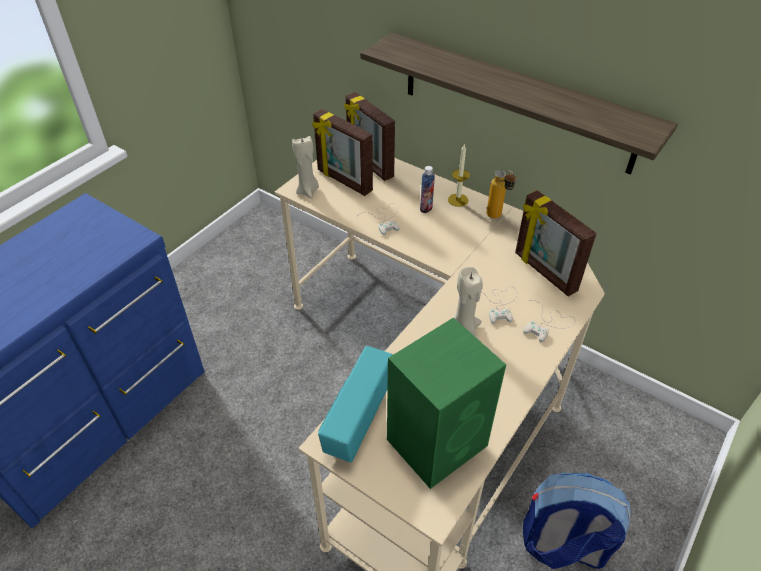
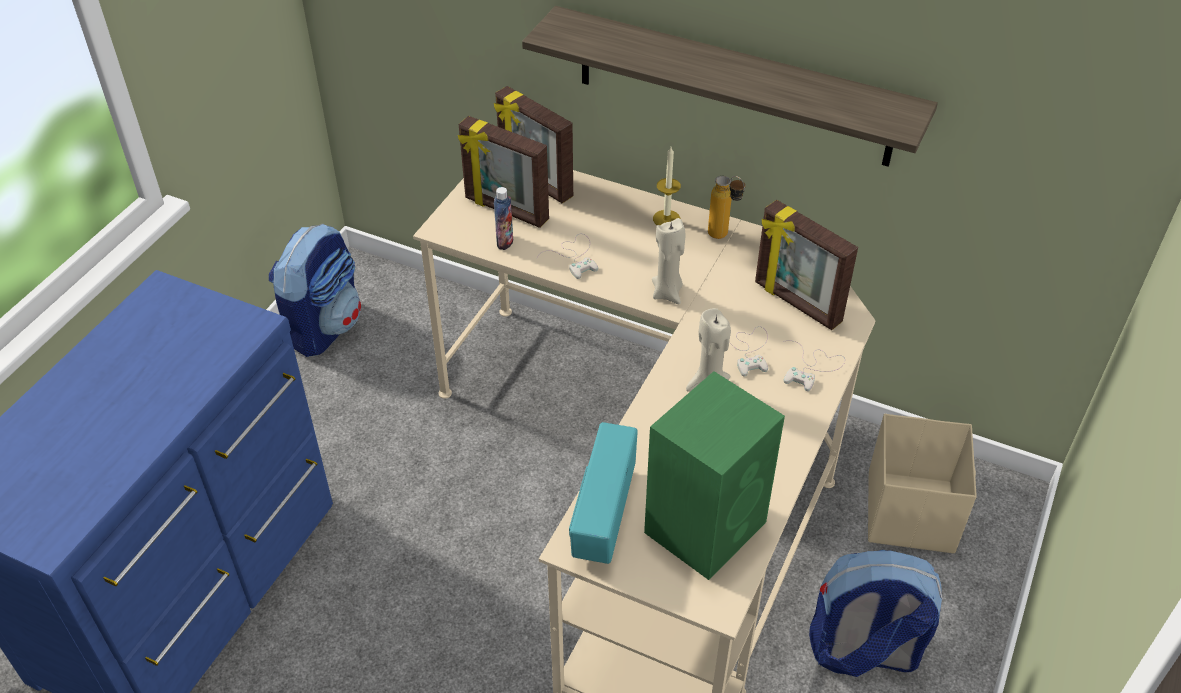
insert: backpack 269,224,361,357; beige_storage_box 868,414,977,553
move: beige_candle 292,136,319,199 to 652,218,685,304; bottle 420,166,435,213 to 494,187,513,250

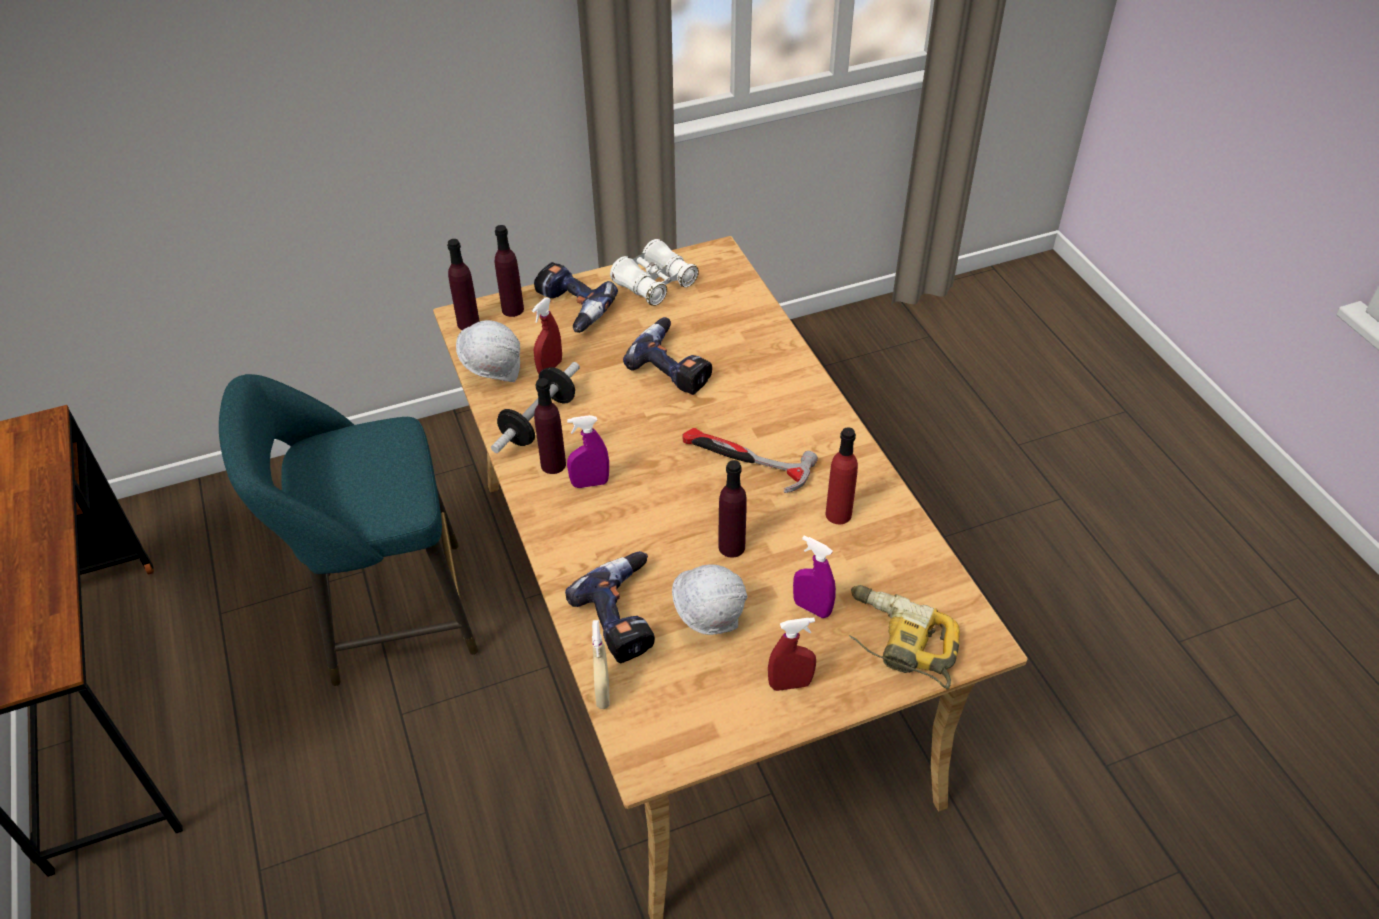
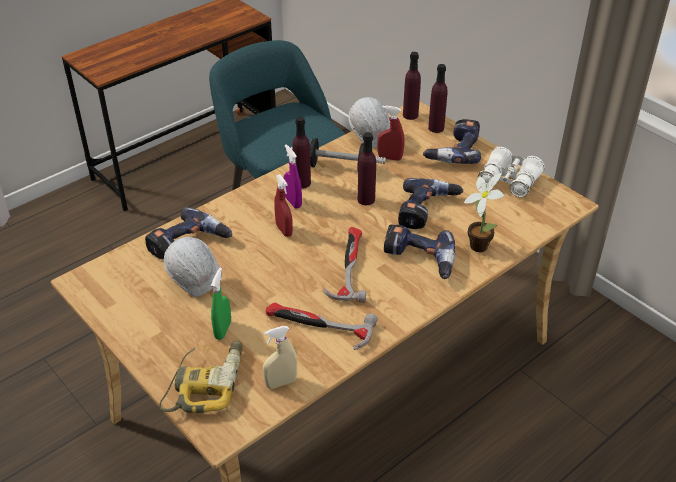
insert: power_drill 384,225,455,279; potted_plant 464,173,504,252
move: beige_spray_bottle 592,620,610,709 to 263,326,297,389; purple_bottle 719,460,747,558 to 358,132,376,205; red_spray_bottle 768,617,816,691 to 274,174,293,237
replace: red_bottle 825,427,858,524 to hammer 266,303,378,350
recolor: purple_spray_bottle 793,535,836,618 to green_spray_bottle 211,267,231,340

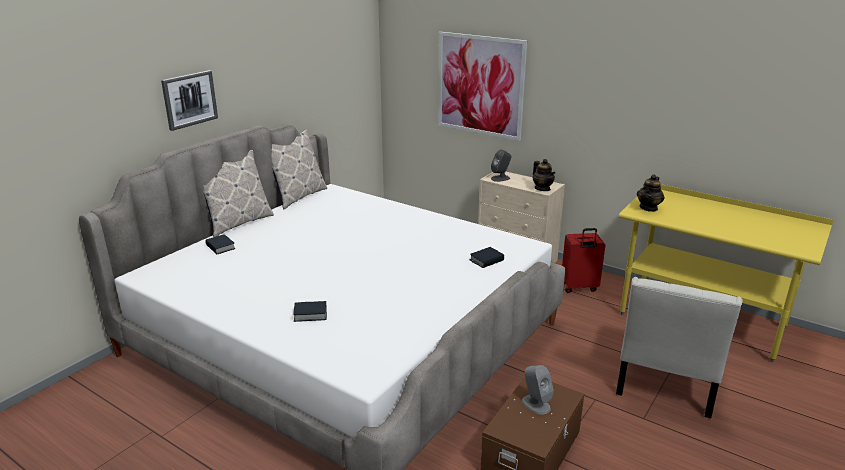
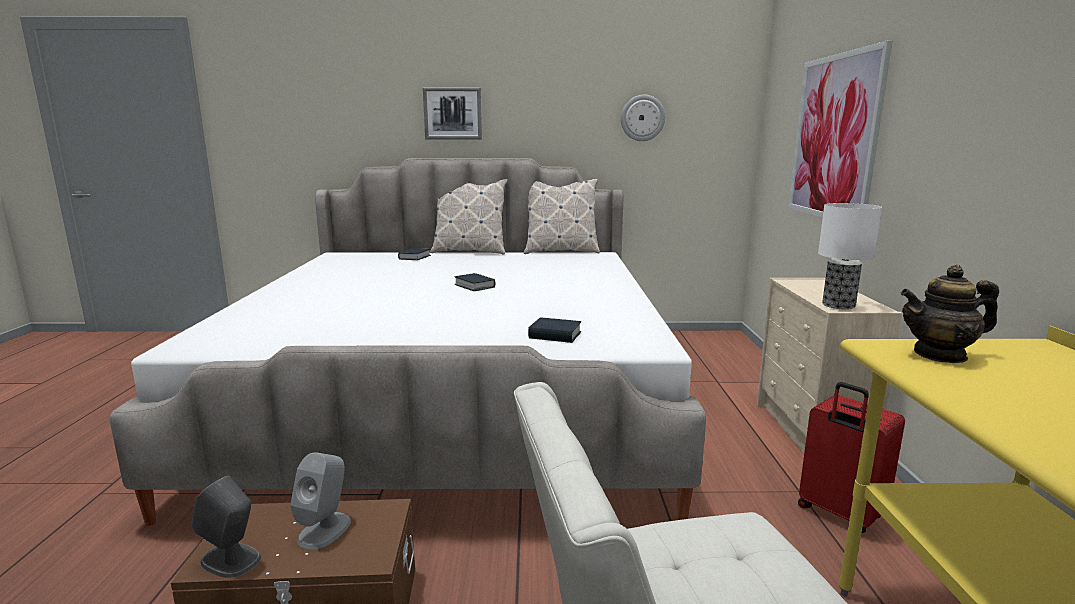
insert: wall_clock 621,95,665,141
move: book 293,301,327,322 to 454,273,495,291; grey_speaker 491,149,512,182 to 191,475,261,578
replace: teapot 533,159,555,191 to table_lamp 818,203,882,309

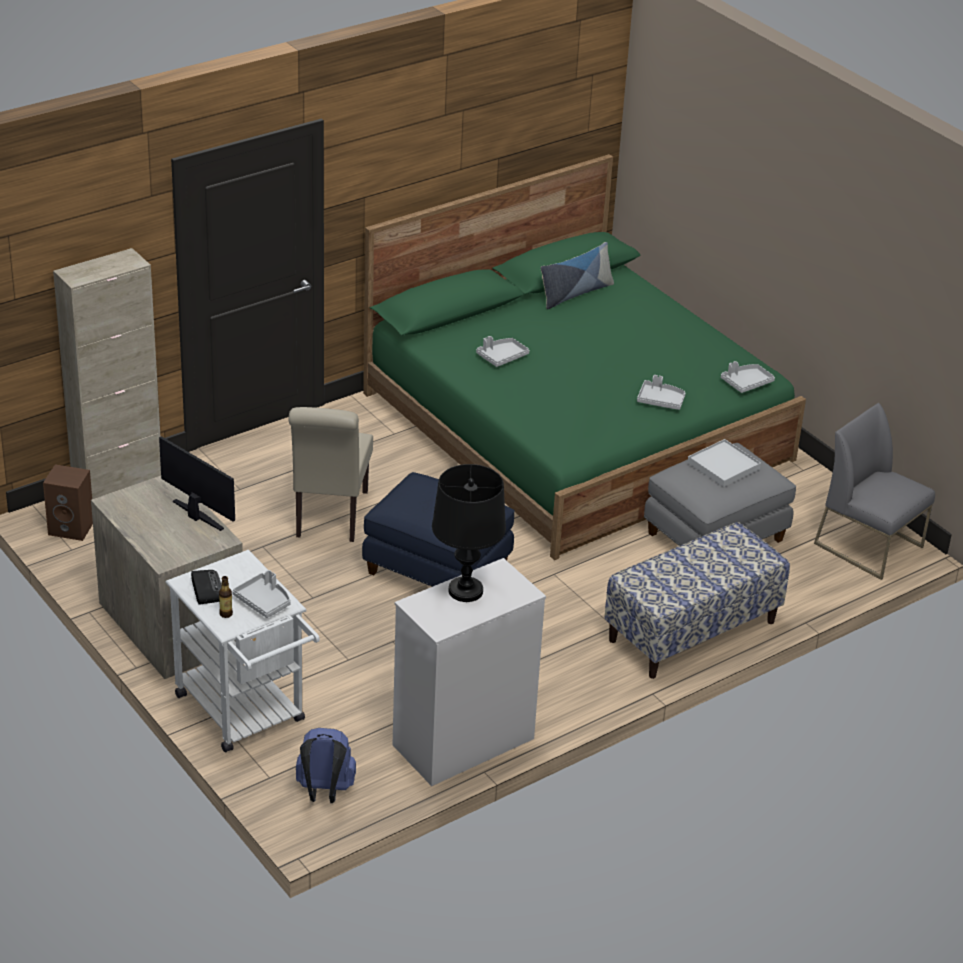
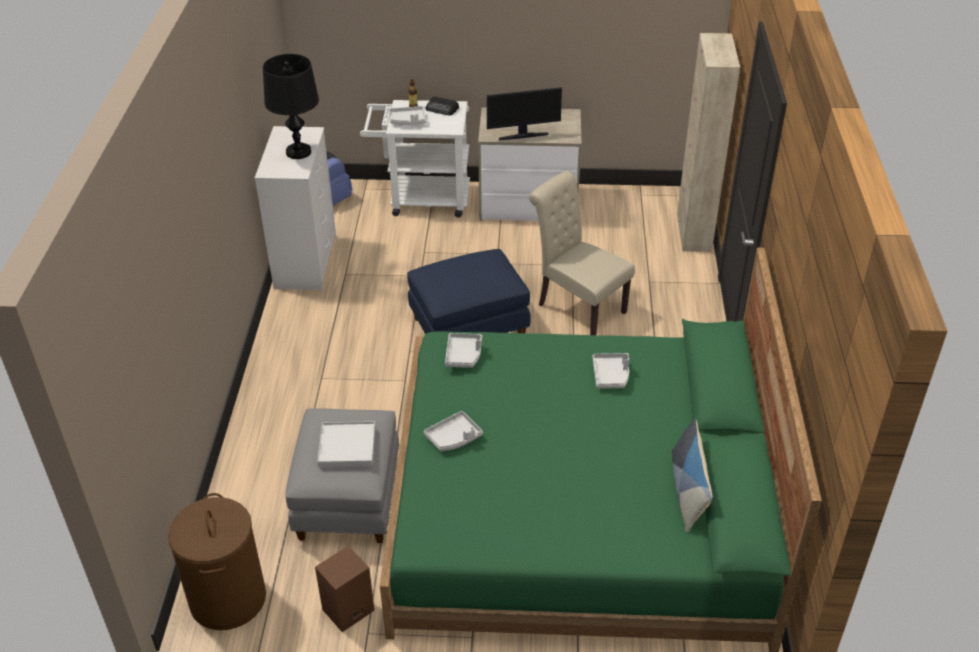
delete: bench 604,522,790,679
move: brown_speaker 43,464,93,541 to 315,546,375,632; grey_tray 721,361,775,393 to 445,333,482,368
replace: grey_chair 814,403,935,580 to brown_laundry_basket 168,493,266,630

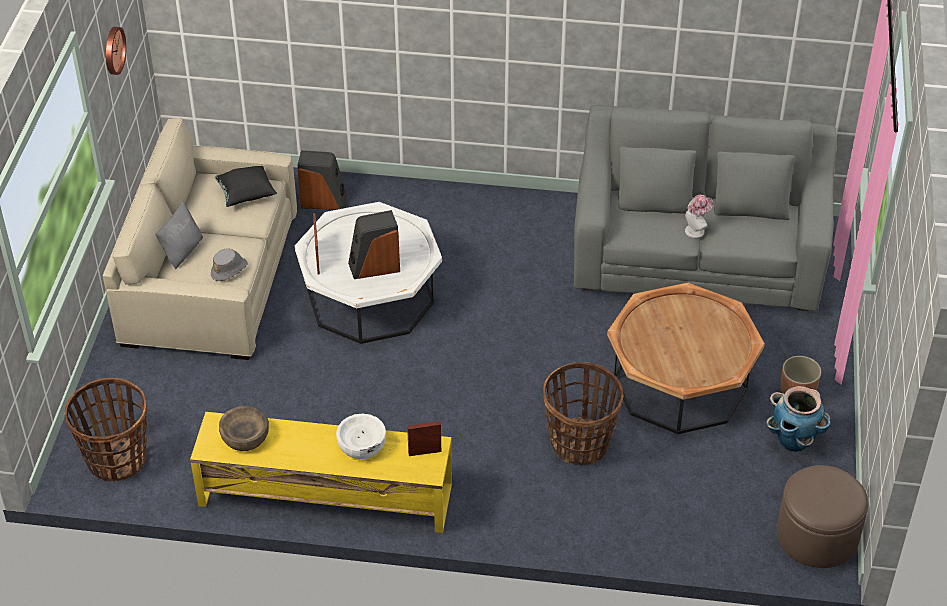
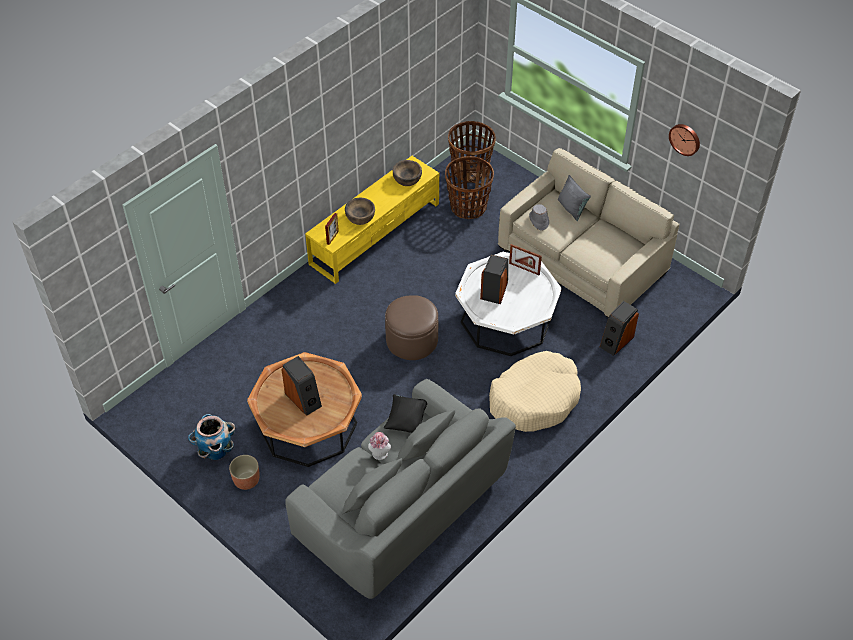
insert: speaker 281,356,322,416; beige_dog_bed 489,351,581,432
move: black_pillow 214,166,277,207 to 384,394,427,433; basket 543,362,623,465 to 445,156,494,219; brown_ottoman 777,465,868,568 to 385,295,438,360
recolor: white_bowl 336,413,386,460 to brown_bowl 345,197,375,225

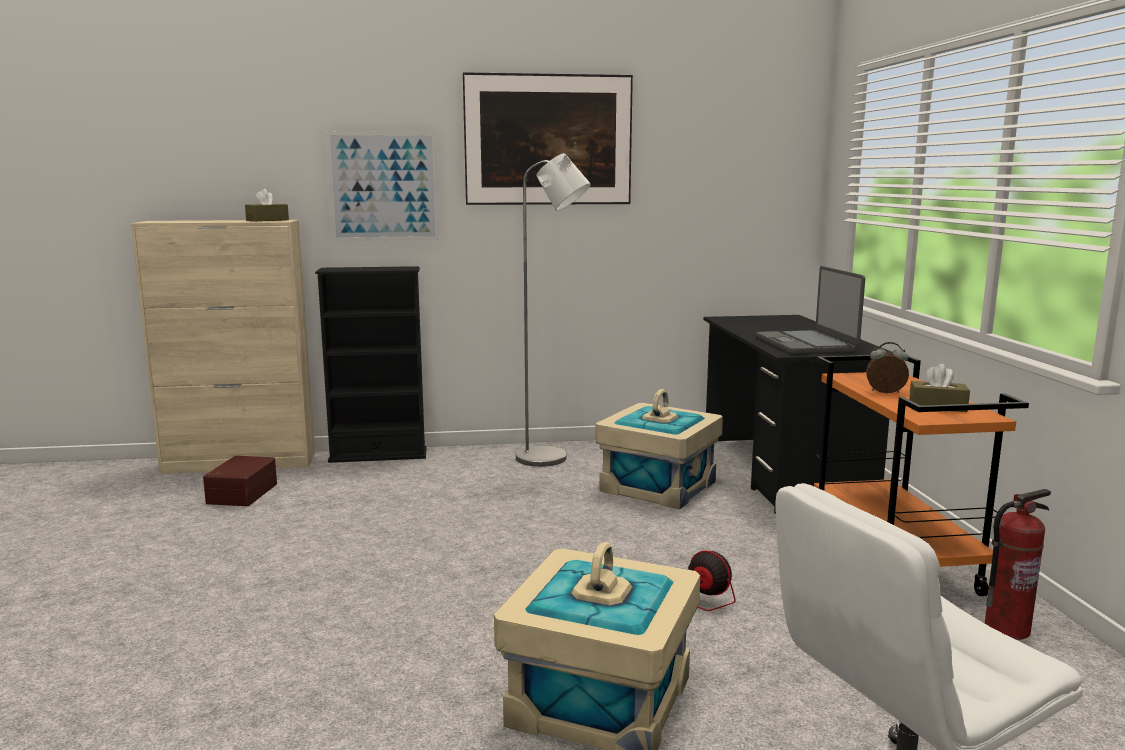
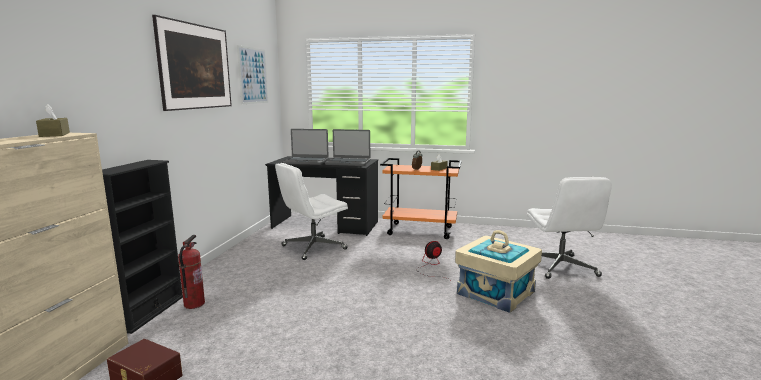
delete: grey_floor_lamp 516,153,591,467
insert: laptop 283,129,328,165
move: picture 326,132,439,241 to 237,45,268,104; fire_extinguisher 985,489,1051,640 to 178,235,205,309
replace: beige_storage_box 596,389,723,509 to white_office_chair 275,163,348,260

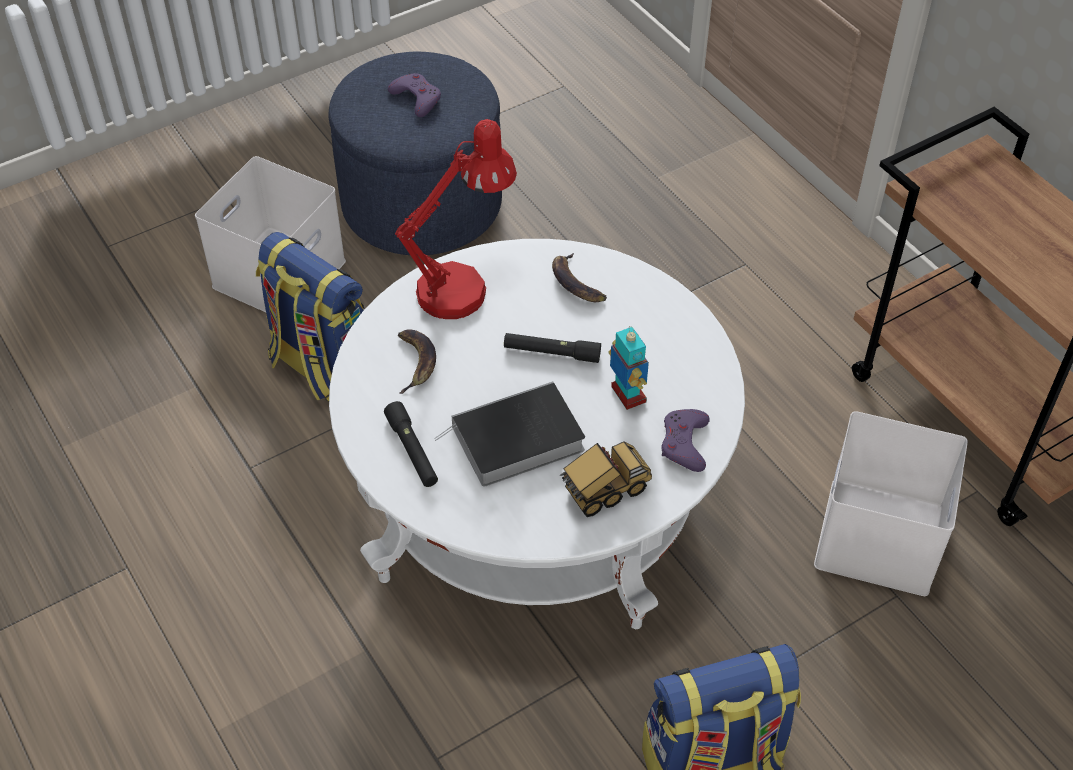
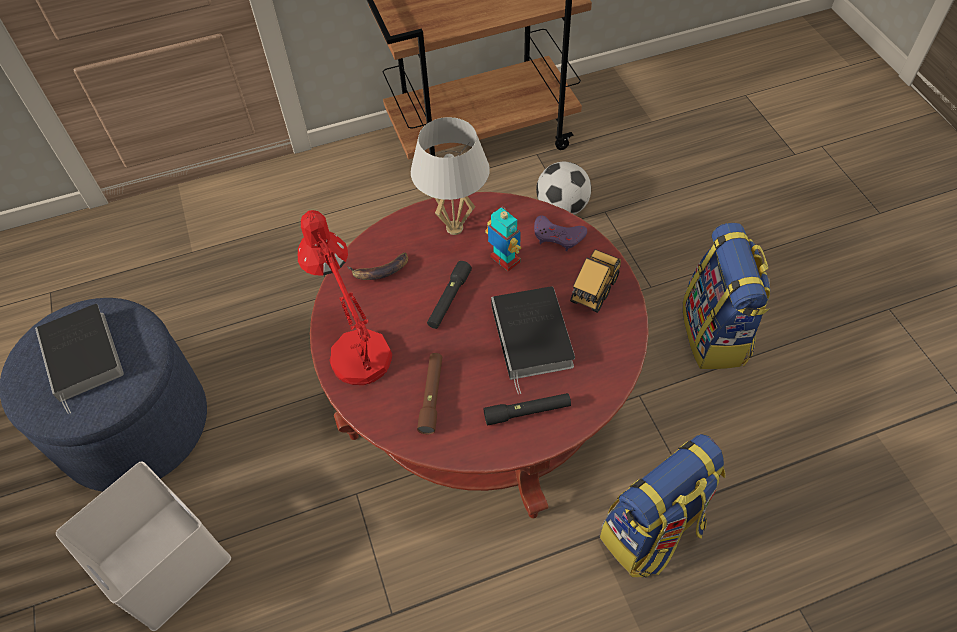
insert: white_table_lamp 411,117,490,235
move: backpack 256,232,364,402 to 600,434,725,577
replace: purple_game_controller 388,73,441,117 to book 35,304,124,414; banana 398,329,436,394 to brown_flashlight 417,353,442,434; white_storage_box 814,411,968,596 to football 536,162,591,215
recolor: white_coffee_table 329,239,745,629 to red_coffee_table 310,192,649,519
rotate: toy_truck 559,442,652,517 = 570,249,621,313 45 degrees clockwise; toy_robot 608,326,649,410 = 485,207,521,272 60 degrees clockwise

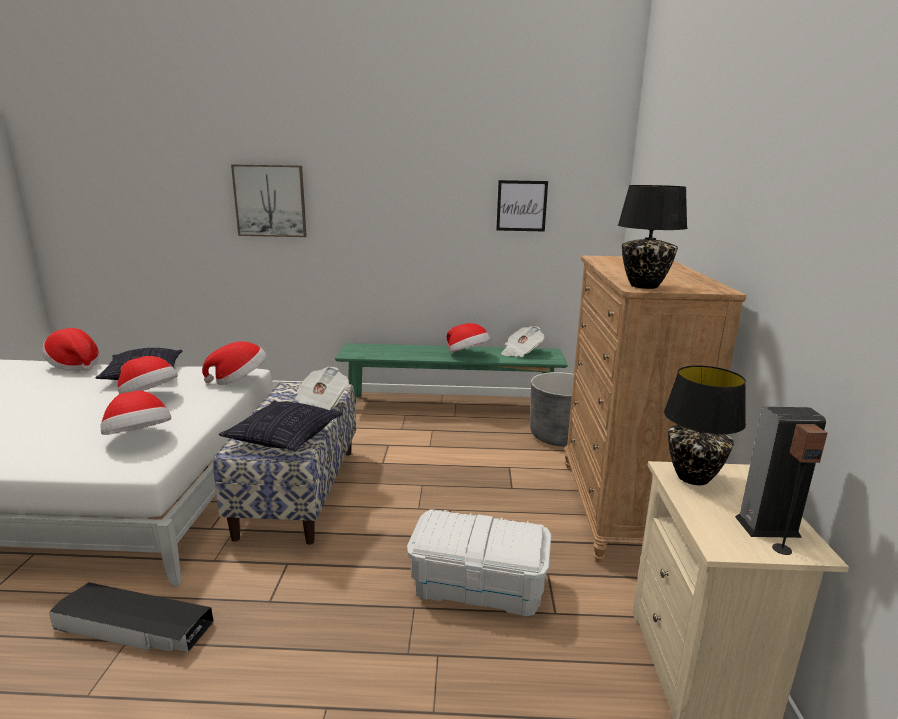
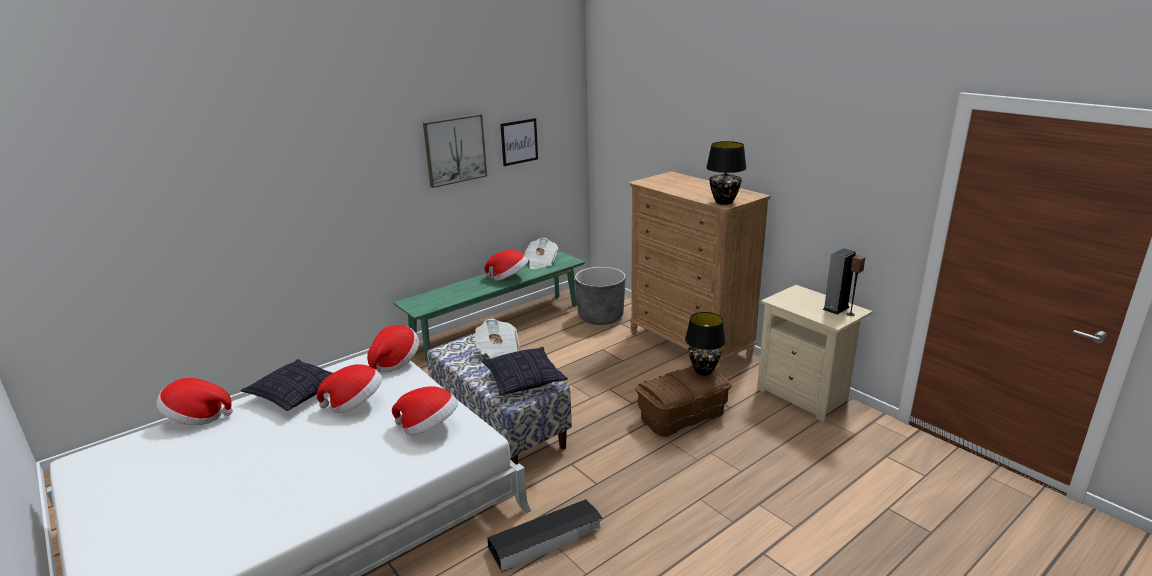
move: picture 231,164,307,237 to 423,114,487,188; black_table_lamp 664,365,746,485 to 685,312,726,376
recolor: white_storage_box 407,509,551,617 to brown_storage_box 636,365,732,437

